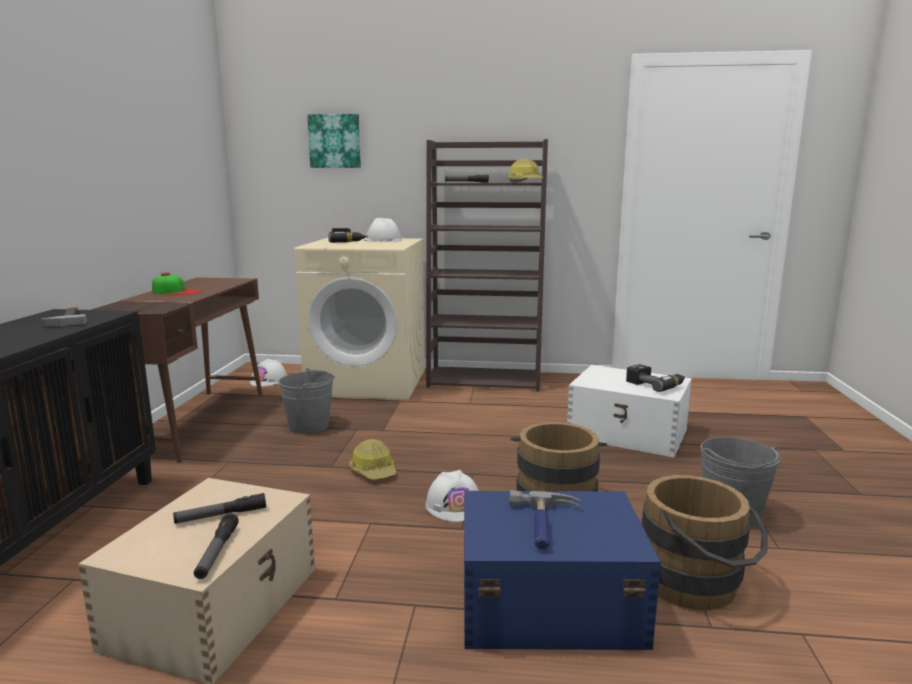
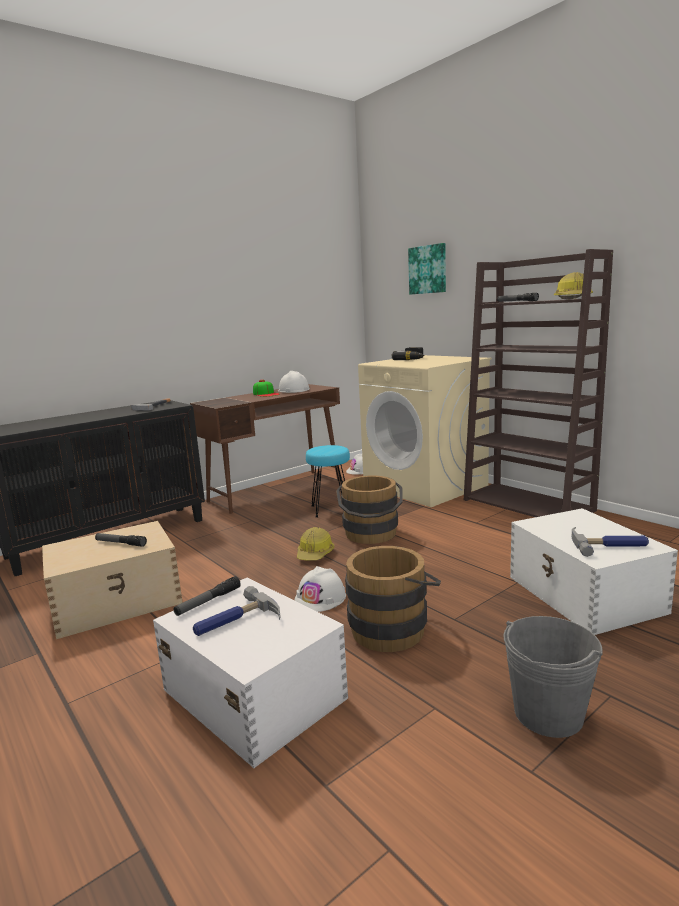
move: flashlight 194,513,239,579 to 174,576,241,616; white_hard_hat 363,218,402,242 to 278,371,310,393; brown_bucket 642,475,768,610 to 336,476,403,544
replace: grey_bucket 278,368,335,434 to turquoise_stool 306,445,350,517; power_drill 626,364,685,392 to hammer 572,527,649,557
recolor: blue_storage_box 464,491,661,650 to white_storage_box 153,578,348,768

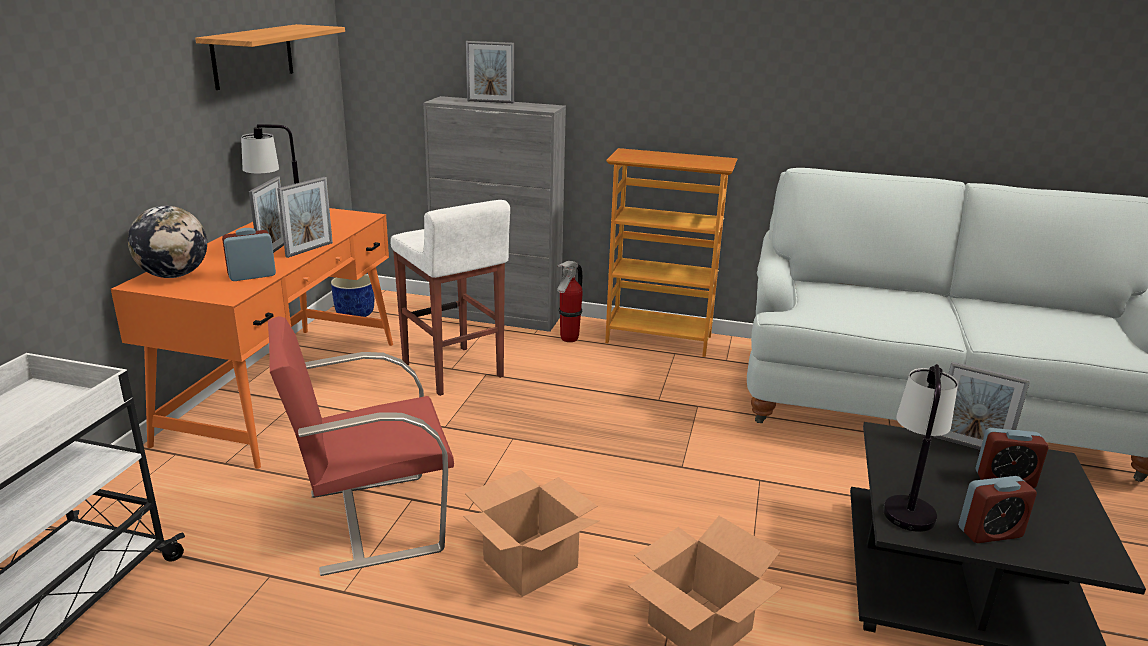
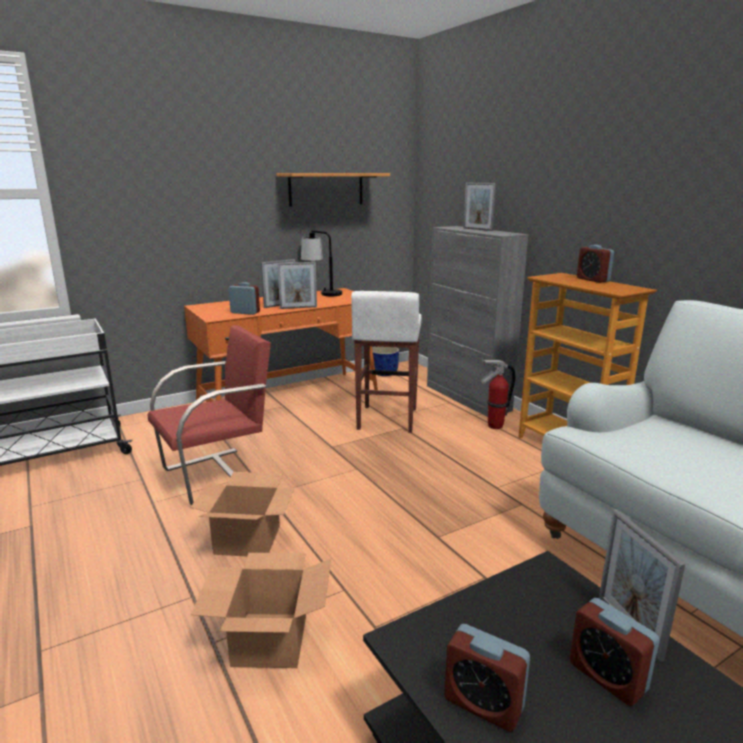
delete: globe 128,206,207,278; table_lamp 883,364,958,532
insert: alarm_clock 577,245,614,283
rotate: red_chair 268,316,454,576 = 147,325,271,506 120 degrees clockwise

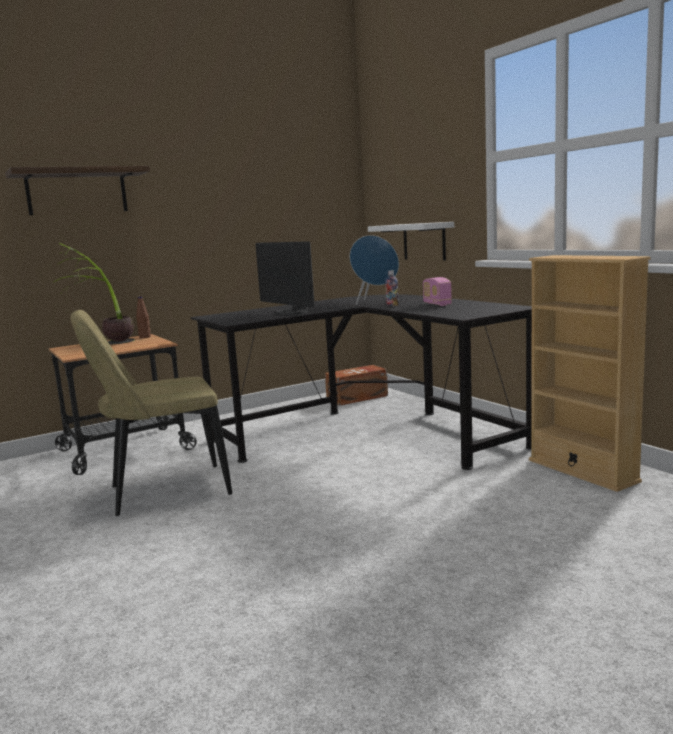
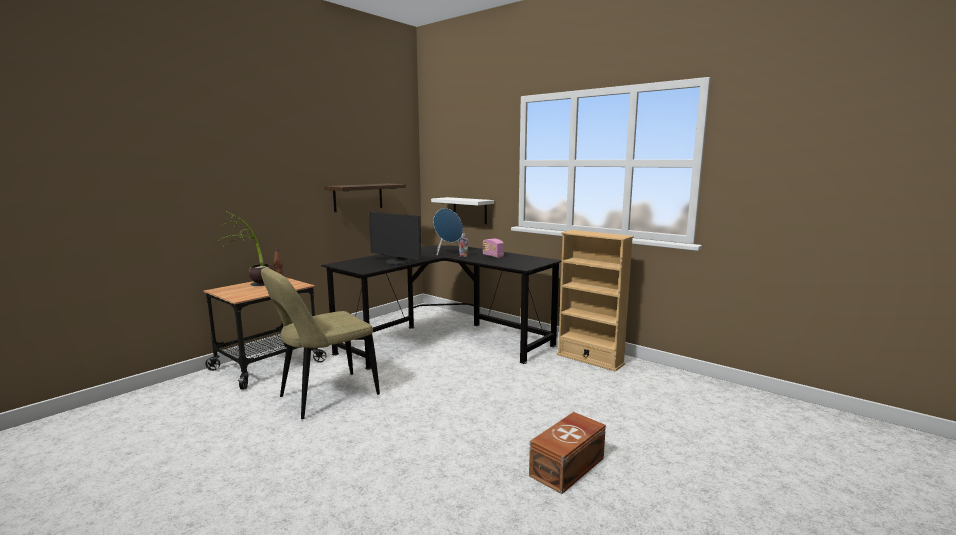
move: shelf 5,166,150,215 to 324,184,406,212; brown_storage_box 325,365,388,406 to 529,412,606,494

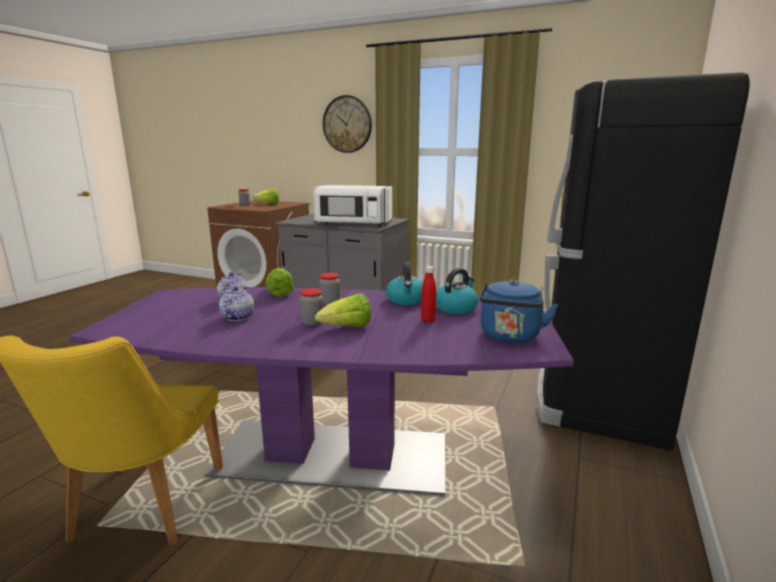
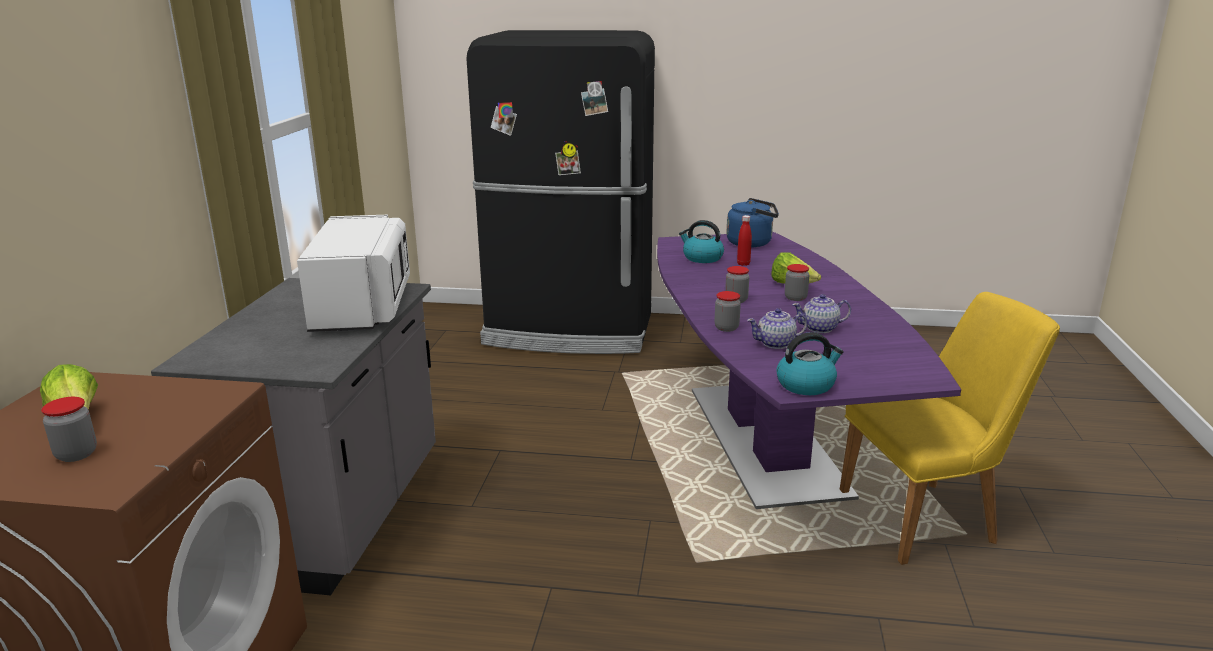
delete: wall_clock 323,95,372,153
move: kettle 386,262,423,305 to 776,332,844,395
replace: lettuce 265,268,294,297 to jar 715,291,741,332

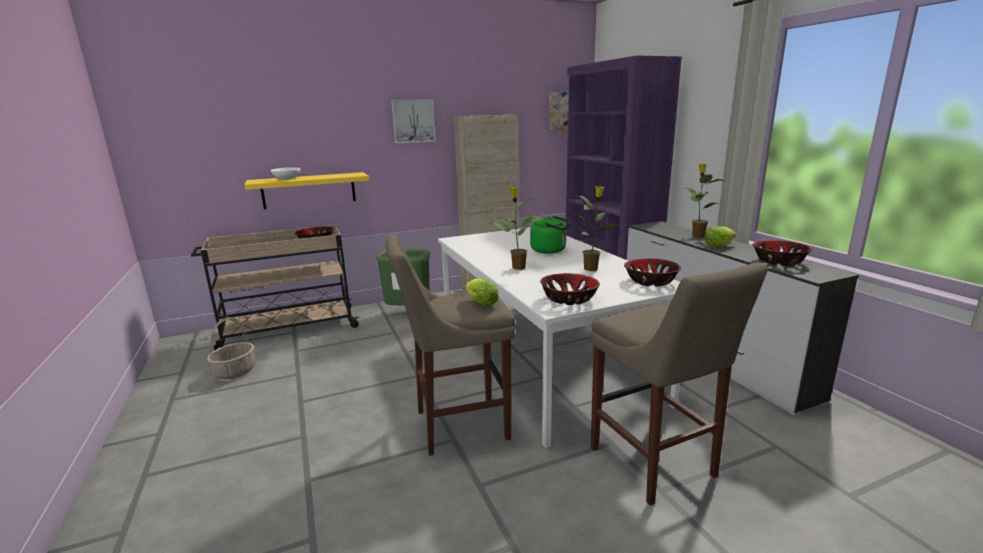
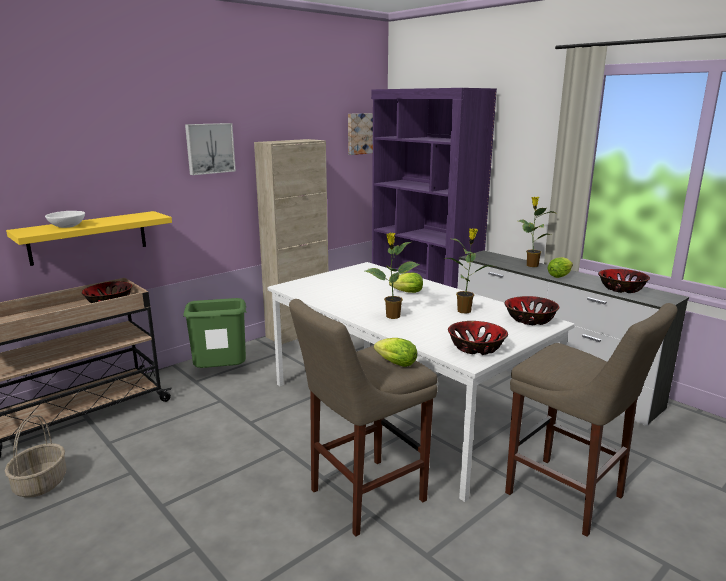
replace: green_kettle 530,216,572,254 to lettuce 389,273,423,293

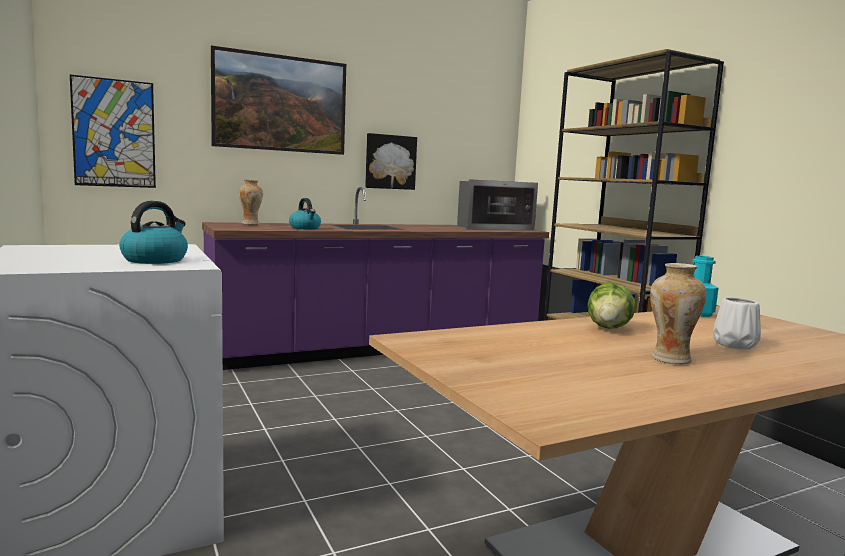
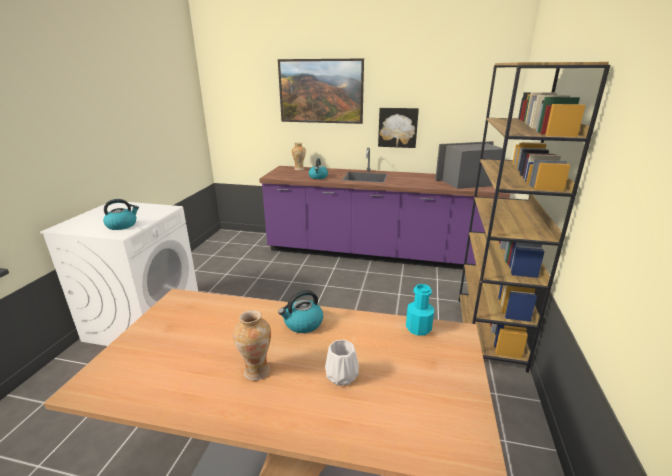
delete: picture 70,75,156,188
replace: lettuce 587,282,636,329 to kettle 278,290,323,333
rotate: microwave 457,179,538,230 = 435,141,503,189 150 degrees clockwise

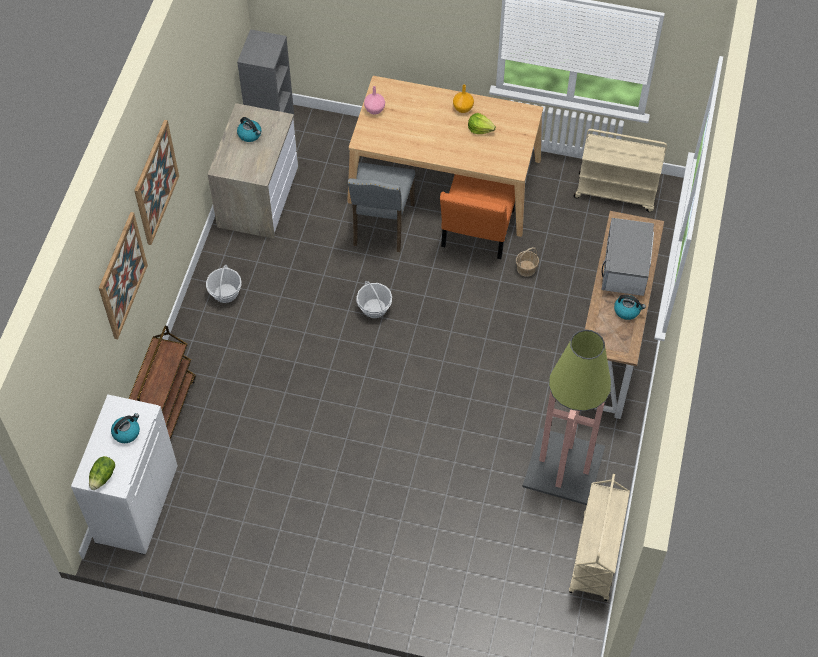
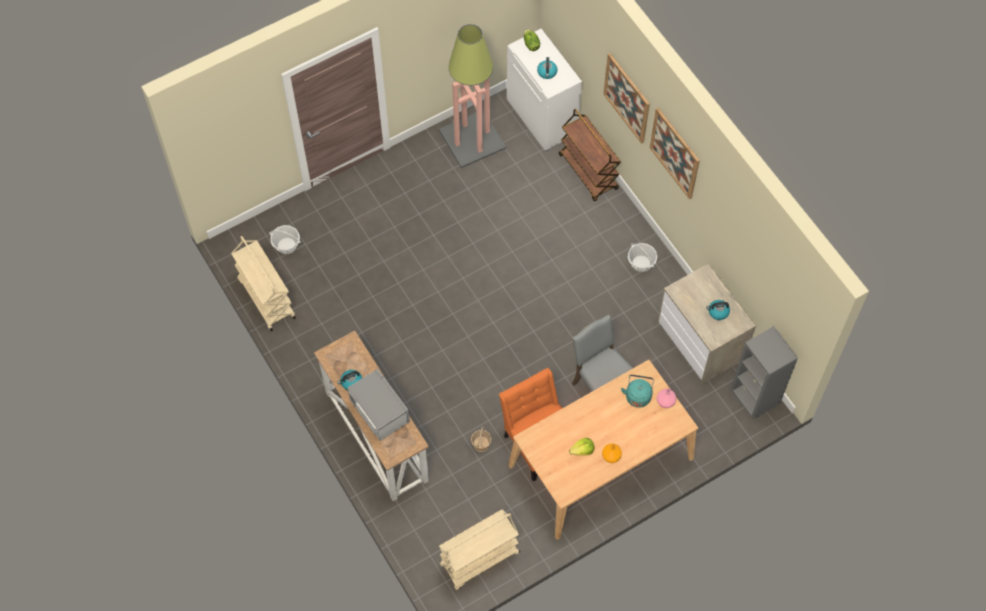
insert: turquoise_kettle 621,375,654,408
move: basket 356,281,392,318 to 269,225,301,254; floor_lamp 522,330,611,505 to 439,24,506,168

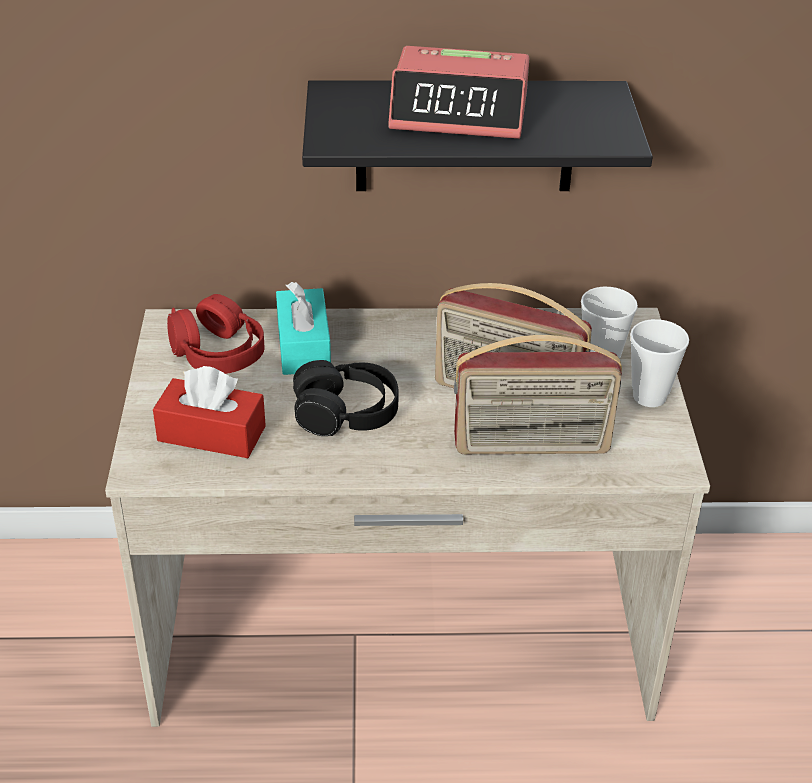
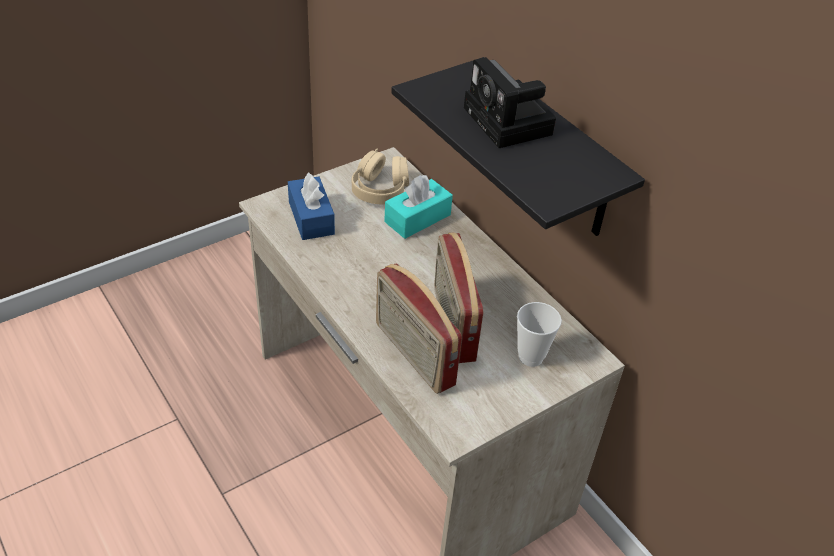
delete: black_headphones 293,360,399,436; cup 630,319,689,407
replace: alarm_clock 388,46,529,139 to photo_camera 464,57,556,148
recolor: red_tissue_box 153,366,266,458 to blue_tissue_box 288,173,335,240; red_headphones 167,294,264,374 to beige_headphones 352,149,409,204

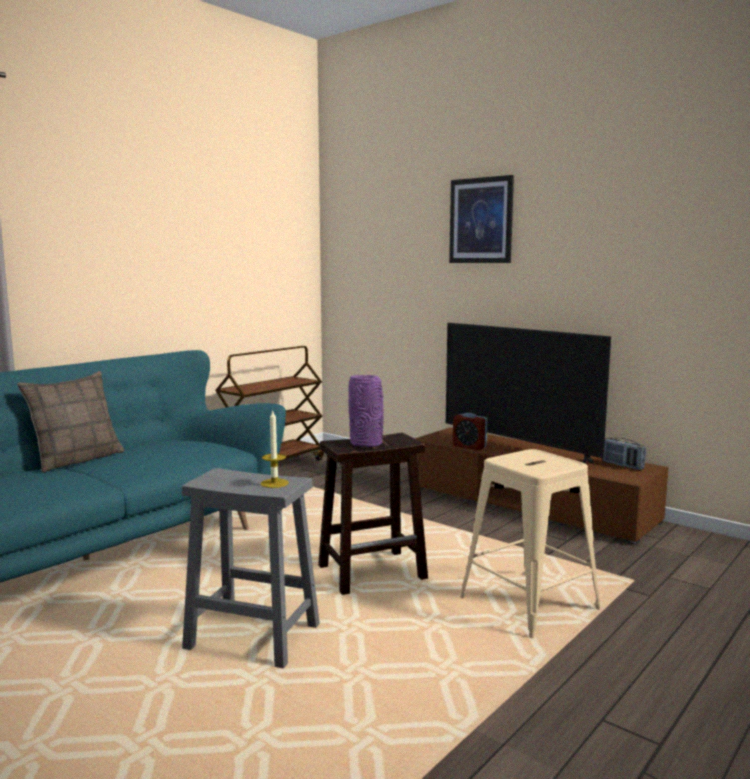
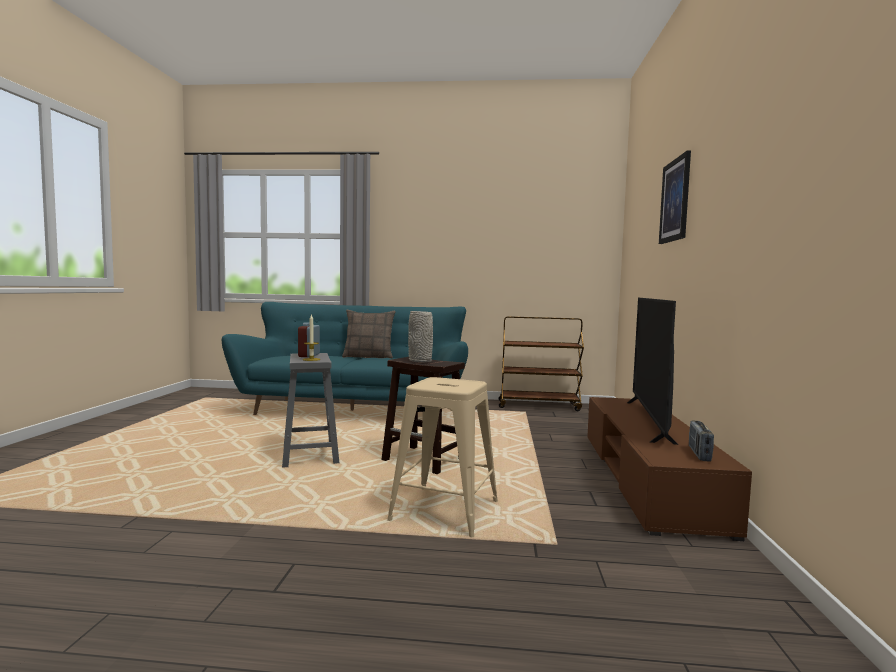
move: alarm_clock 453,413,487,450 to 298,322,320,357
recolor: purple_vase 349,375,384,447 to grey_vase 408,311,433,363

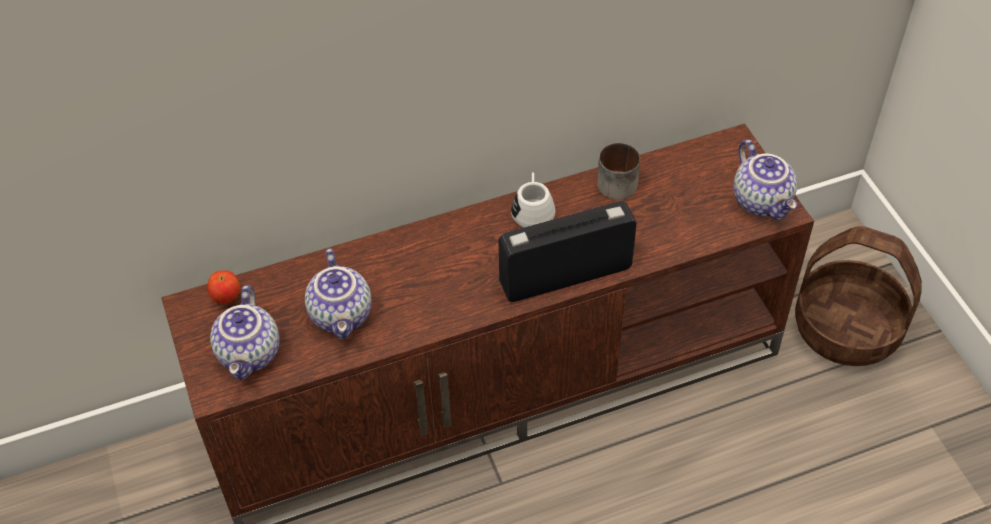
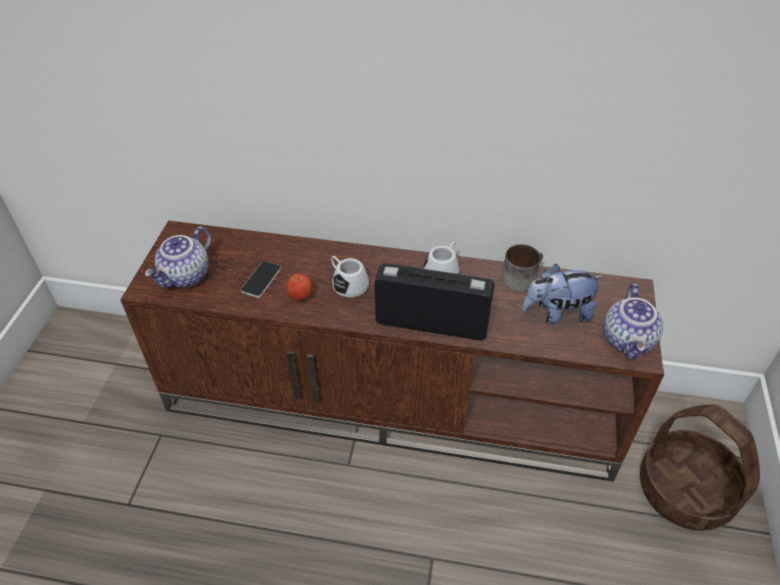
insert: white_mug 331,256,369,298; plush_toy 522,264,604,325
move: apple 207,270,241,303 to 286,274,313,301
replace: teapot 305,249,372,339 to phone 241,261,282,298

